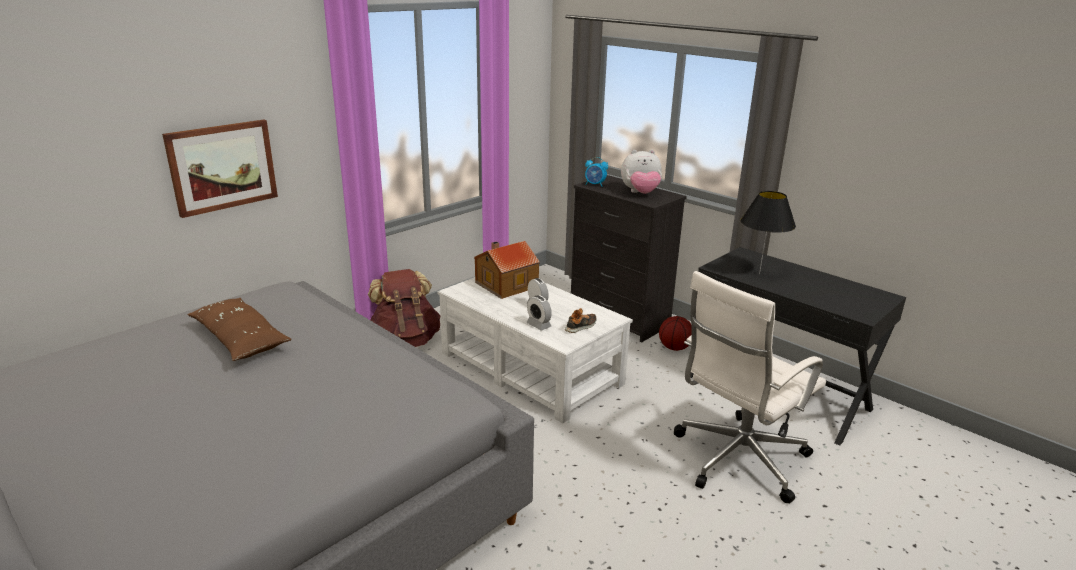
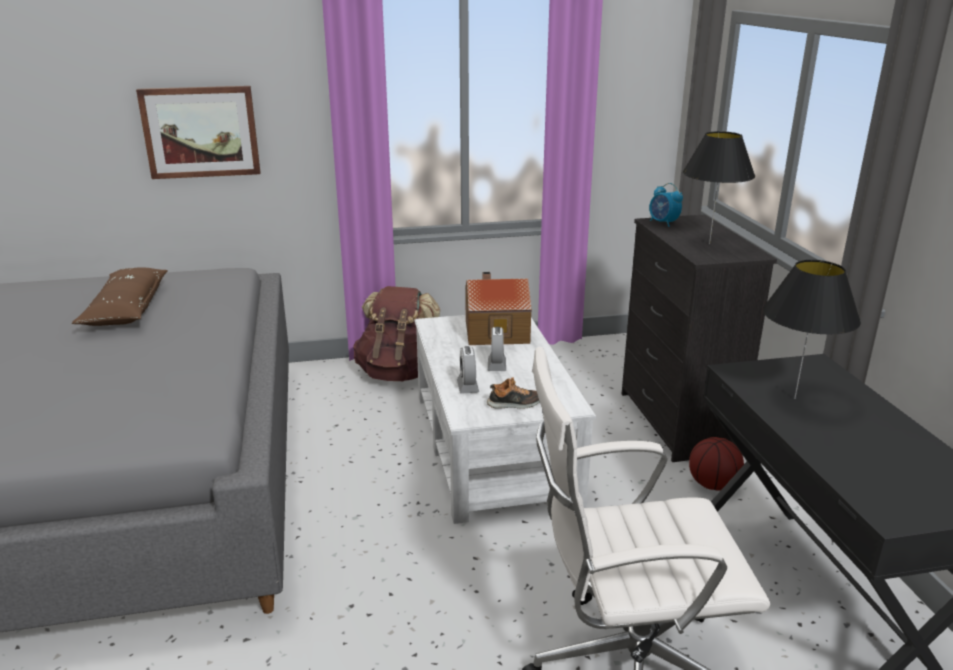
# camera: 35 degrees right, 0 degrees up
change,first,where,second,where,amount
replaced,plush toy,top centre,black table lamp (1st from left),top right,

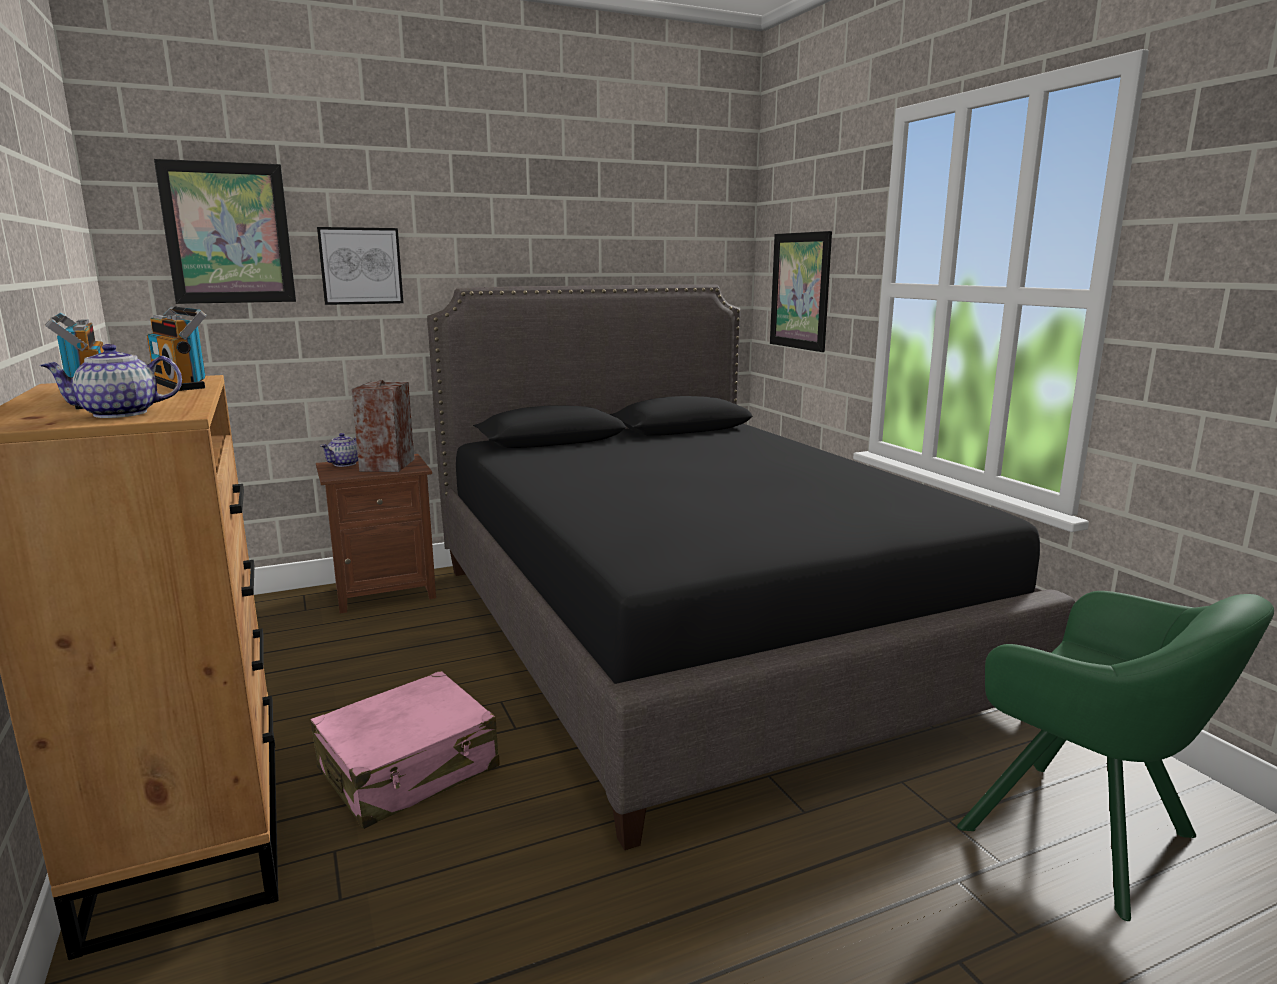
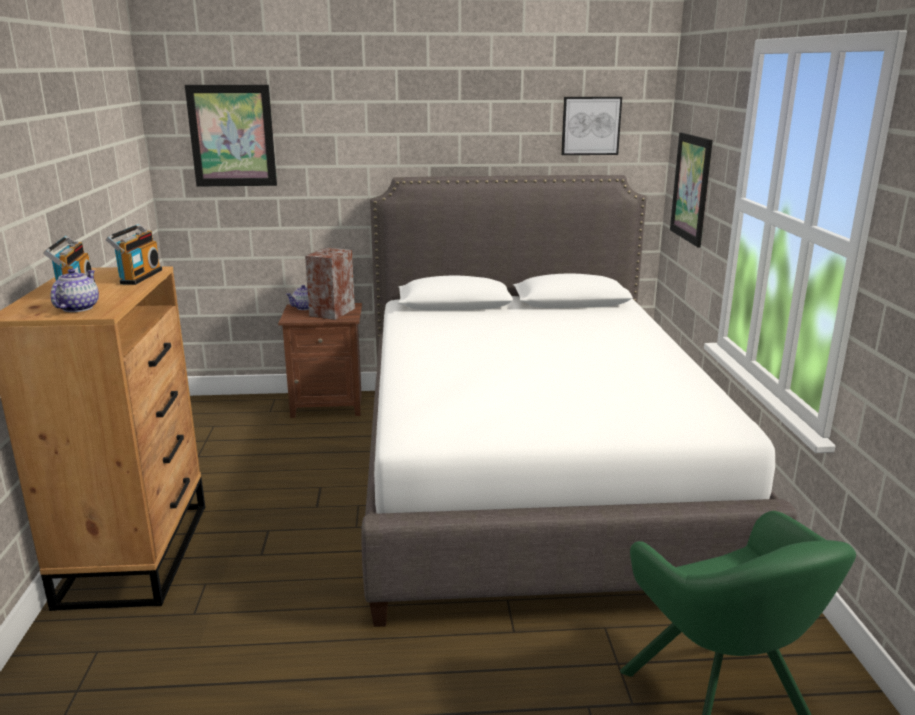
# camera: 20 degrees right, 5 degrees up
change,first,where,second,where,amount
turned,teapot (1st from left),middle left,,middle left,105 degrees clockwise
turned,radio (2nd from left),middle left,,middle left,150 degrees counterclockwise
removed,pink suitcase,bottom left,,,
moved,picture (2nd from left),top left,,top centre,
recoloured,black bed,centre,white bed,centre,

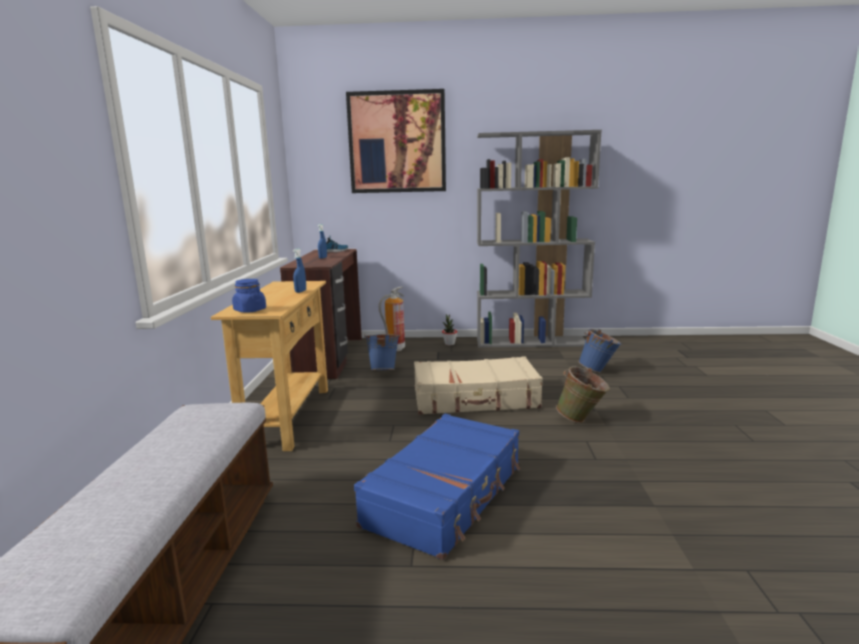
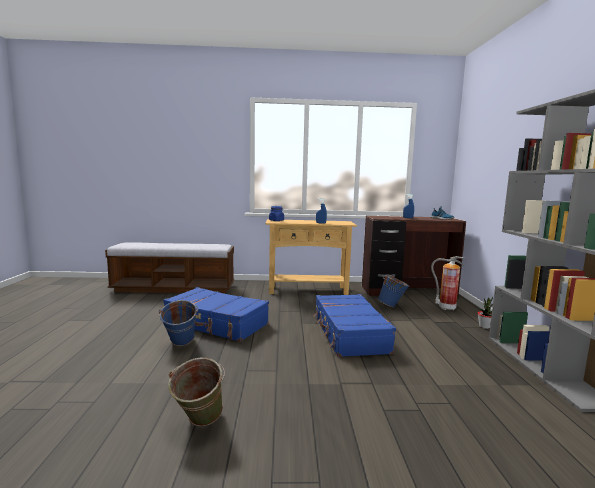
# camera: 85 degrees right, 5 degrees down
change,first,where,second,where,amount
removed,picture,top centre,,,
recoloured,beige suitcase,centre,blue suitcase (2nd from left),centre,
moved,green bucket,middle right,,bottom left,
moved,blue bucket (2nd from left in the first image),middle right,blue bucket (1st from left),middle left,

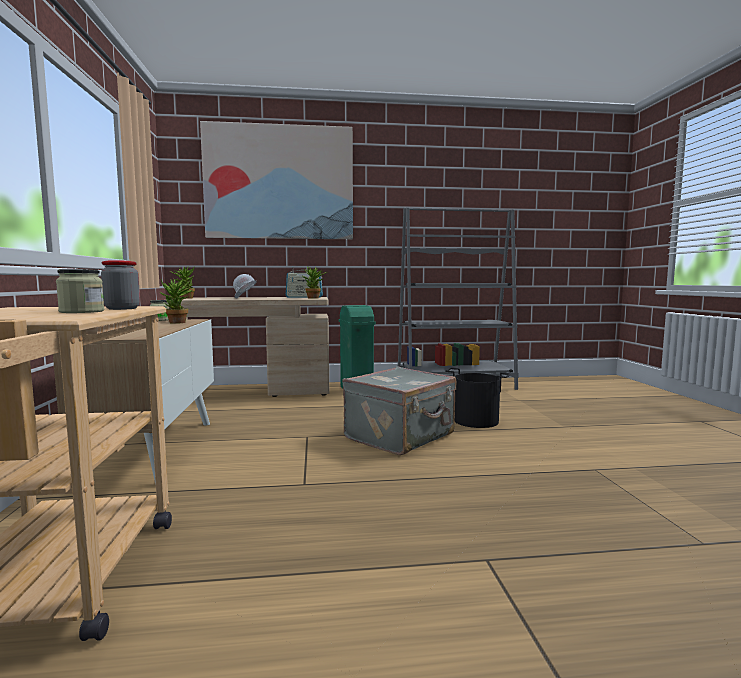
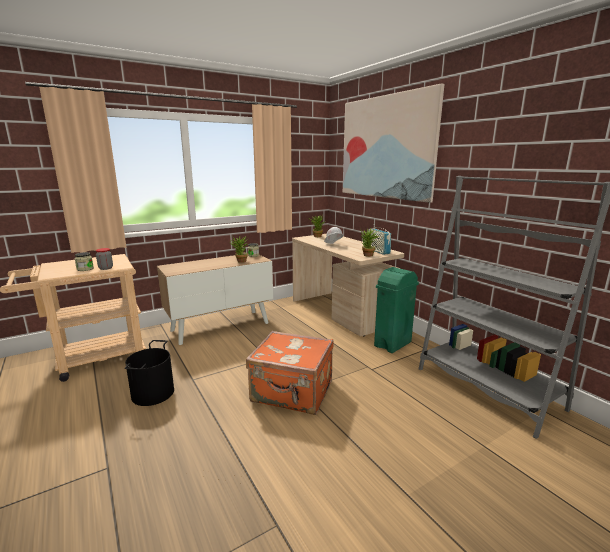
# camera: 65 degrees right, 10 degrees up
change,first,where,second,where,amount
recoloured,grey suitcase,centre,orange suitcase,bottom centre,
moved,black bucket,centre,,bottom left,

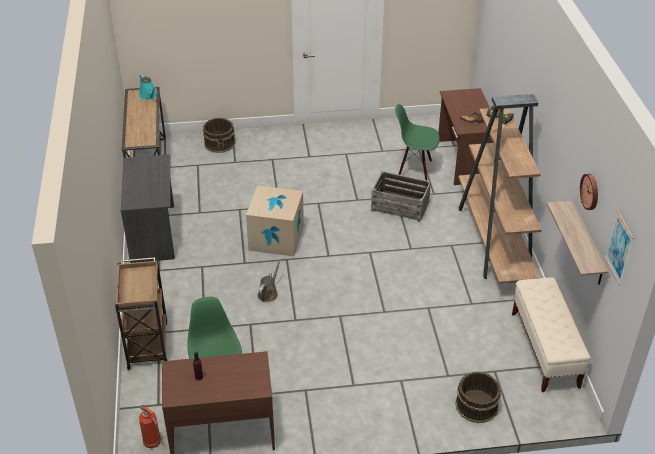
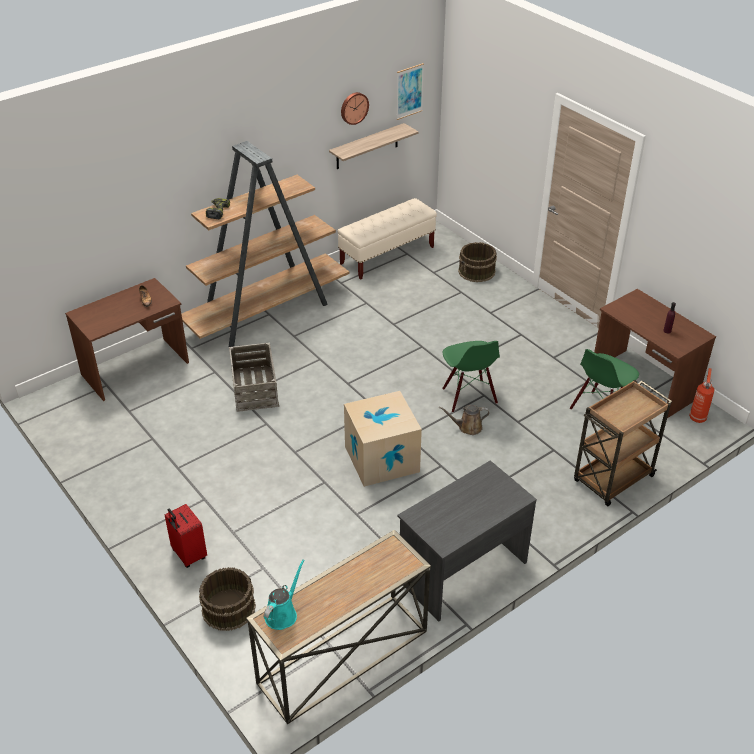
# camera: 120 degrees left, 0 degrees up
change,first,where,second,where,amount
moved,green chair (2nd from left in the first image),top centre,green chair (1st from left),centre,
added,,,red suitcase,bottom left,

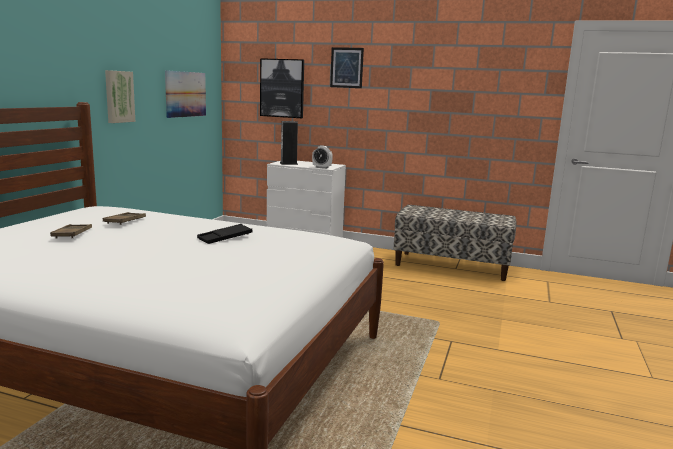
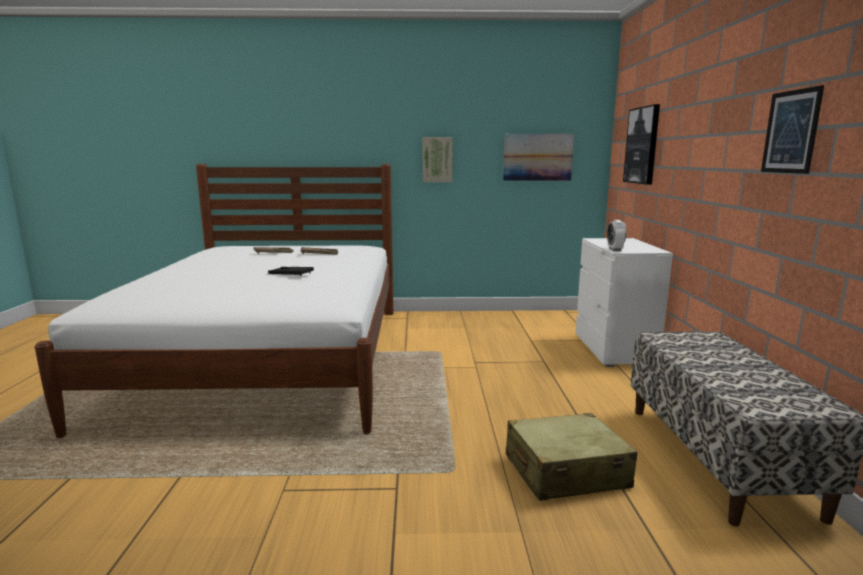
# camera: 70 degrees right, 0 degrees up
change,first,where,second,where,amount
removed,speaker,top centre,,,
moved,picture (4th from left),top centre,,top right,
added,,,beige suitcase,bottom centre,

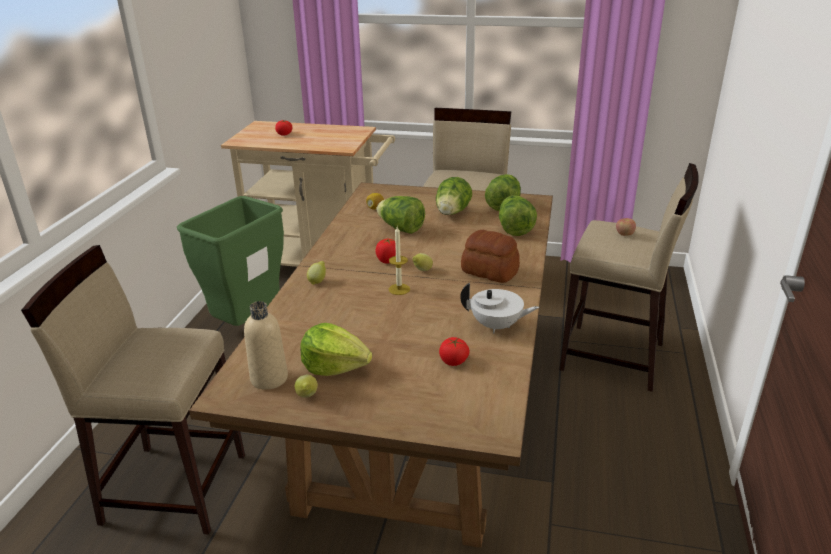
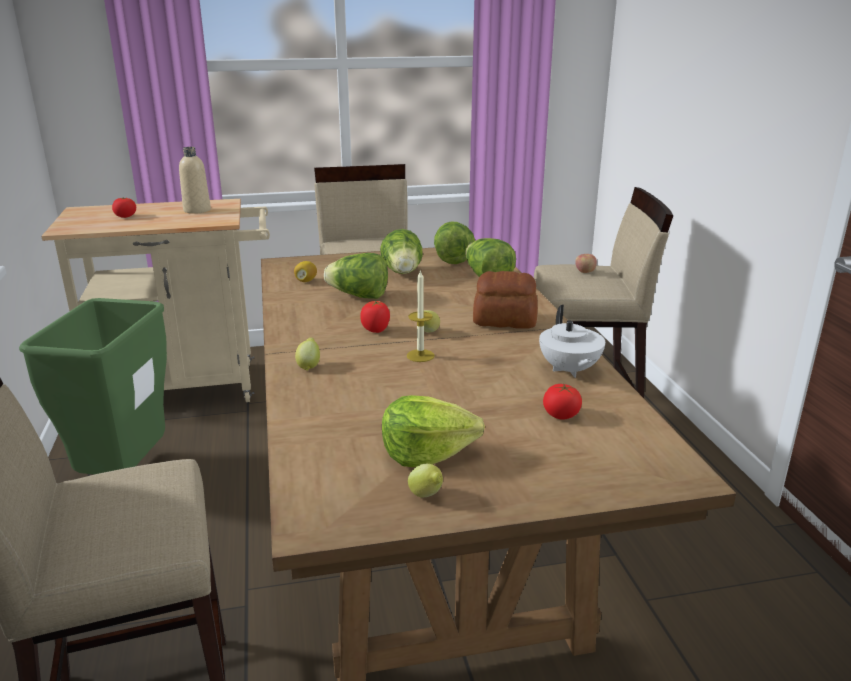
# camera: 25 degrees left, 5 degrees down
change,first,where,second,where,amount
moved,beige bottle,middle left,,top left,
turned,white teapot,centre,,middle right,90 degrees clockwise

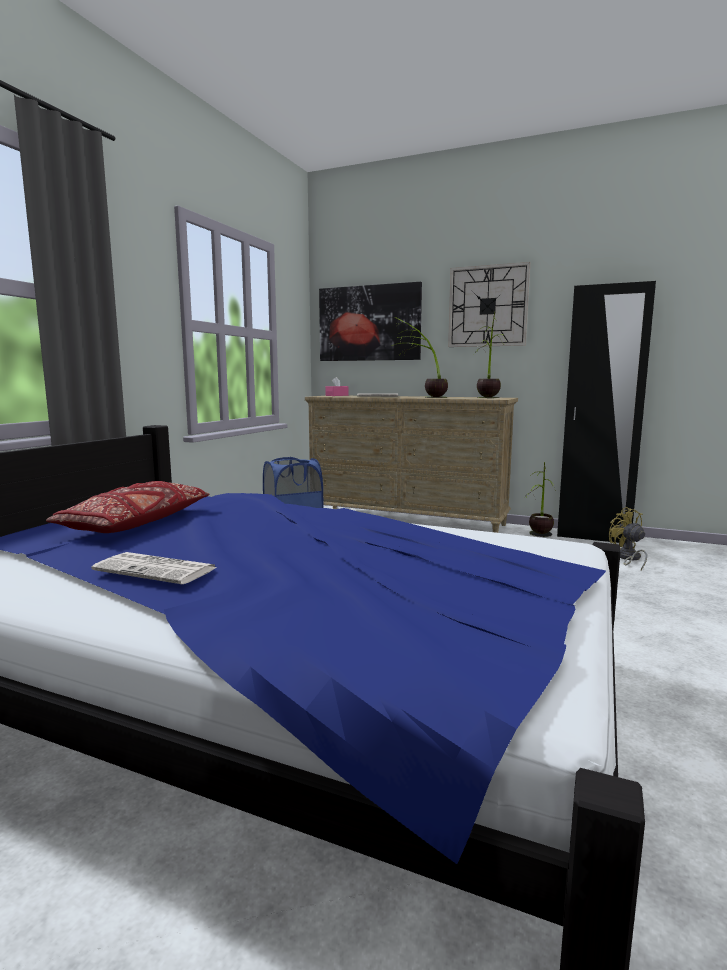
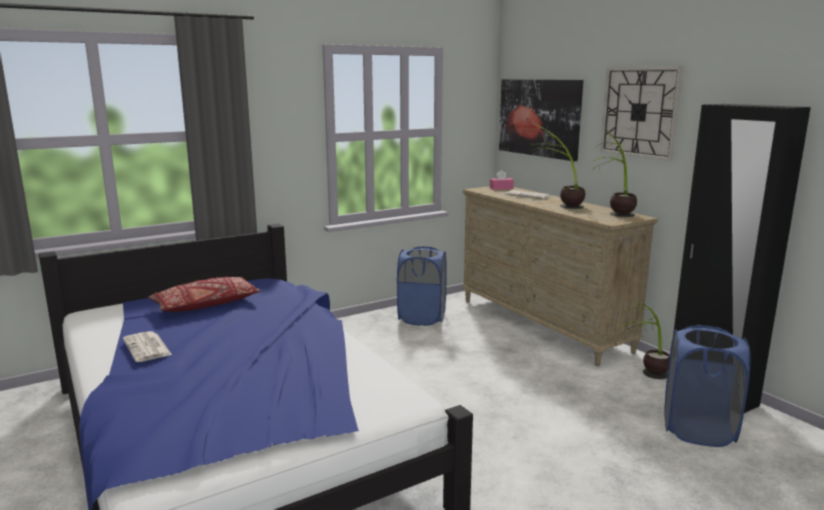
# camera: 35 degrees right, 5 degrees up
change,first,where,second,where,amount
replaced,yellow fan,middle right,blue laundry basket (2nd from left),bottom right,

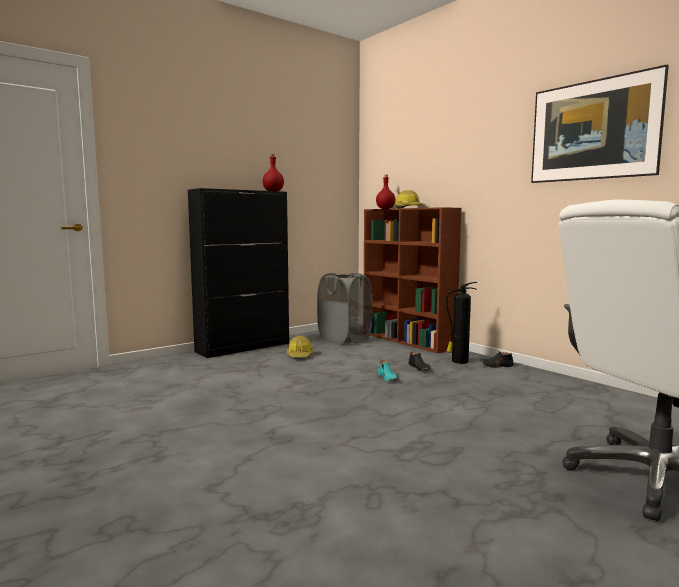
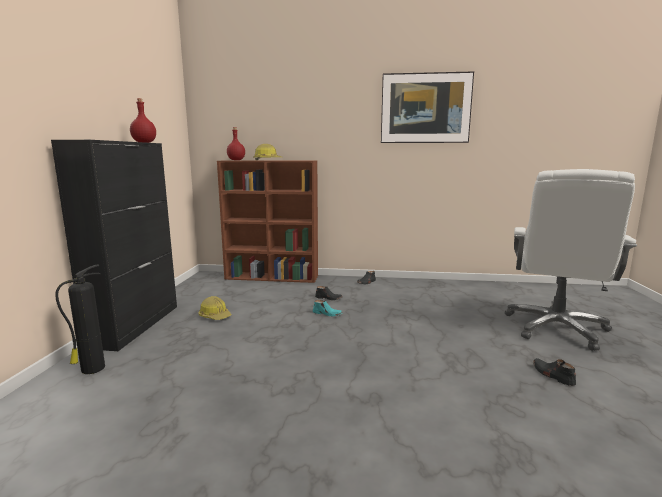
# camera: 45 degrees left, 5 degrees up
change,first,where,second,where,amount
removed,grey laundry basket,centre,,,
moved,fire extinguisher,middle right,,middle left,
added,,,black shoe (3rd from left),bottom right,

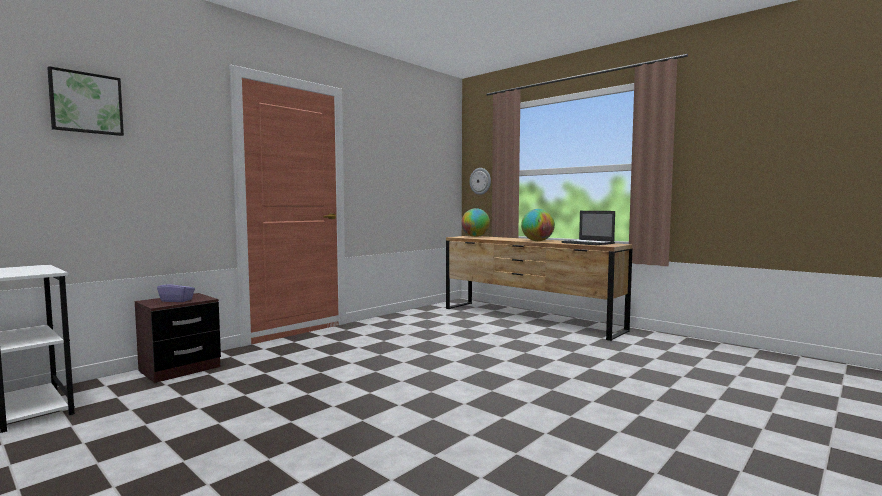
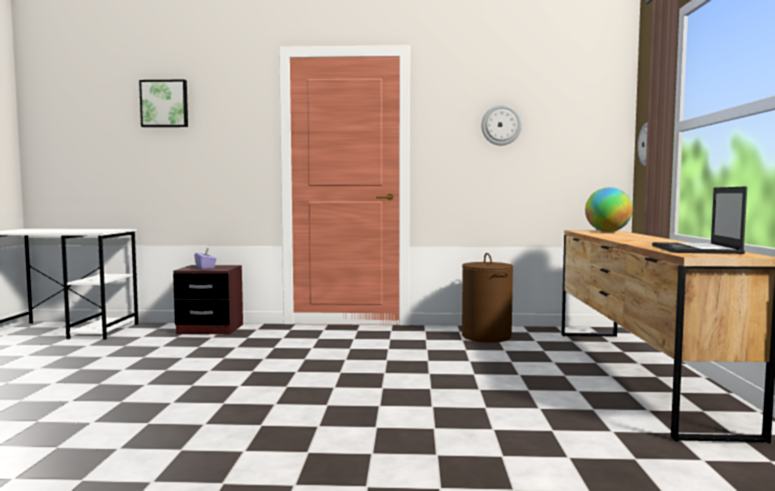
# camera: 50 degrees right, 0 degrees up
change,first,where,second,where,amount
removed,globe (2nd from left),centre,,,
added,,,brown laundry basket,centre,
added,,,wall clock (1st from left),top centre,

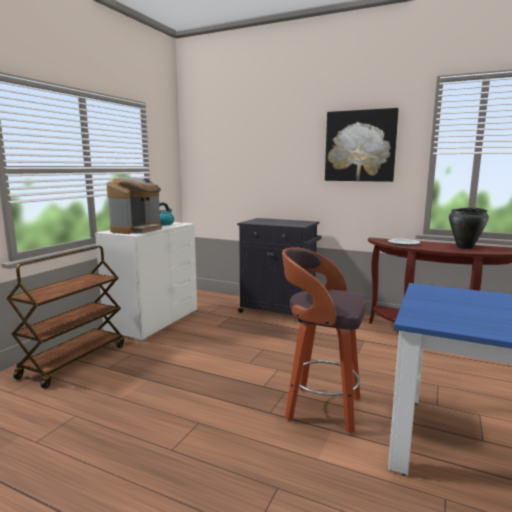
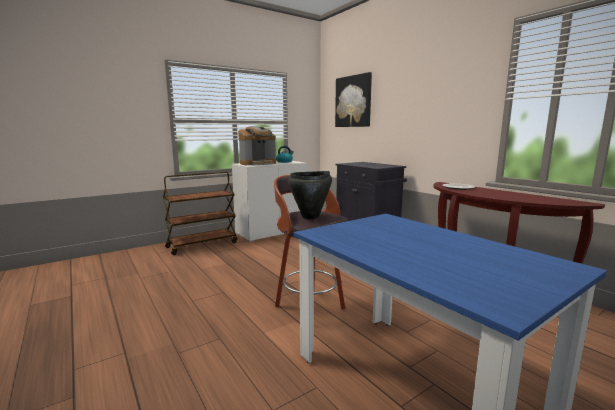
# camera: 30 degrees right, 0 degrees up
change,first,where,second,where,amount
moved,picture,top right,,top centre,
moved,black cooking pot,middle right,,centre,

